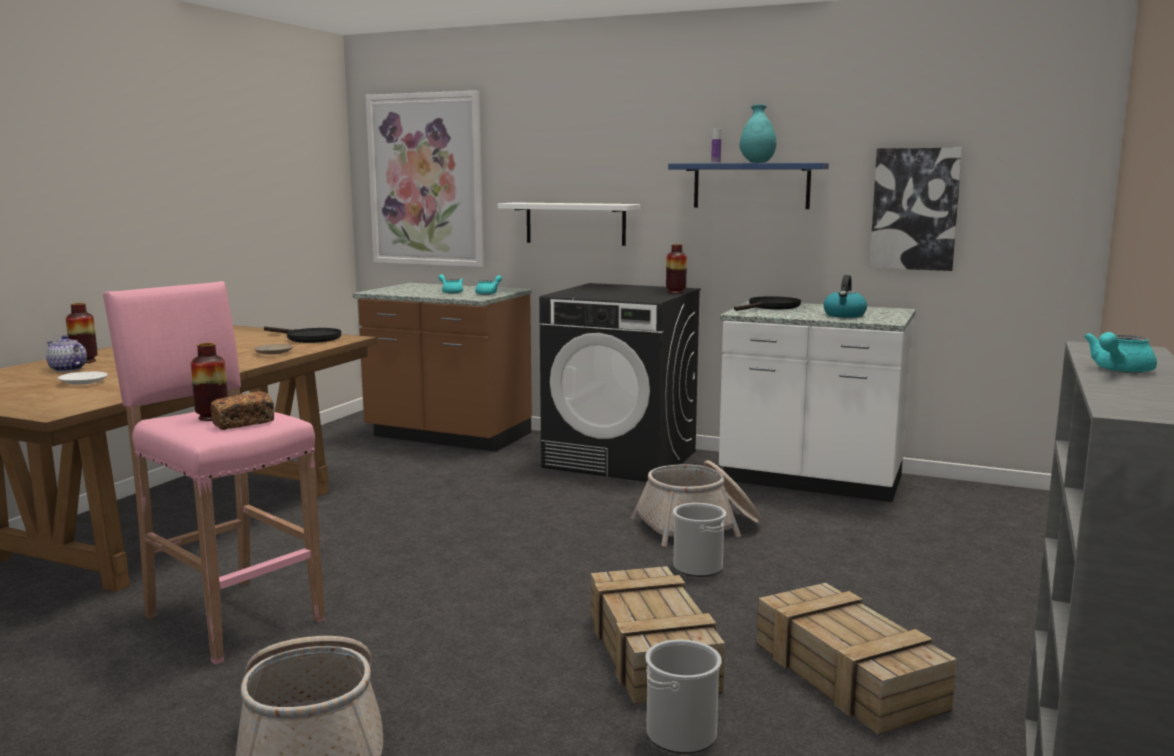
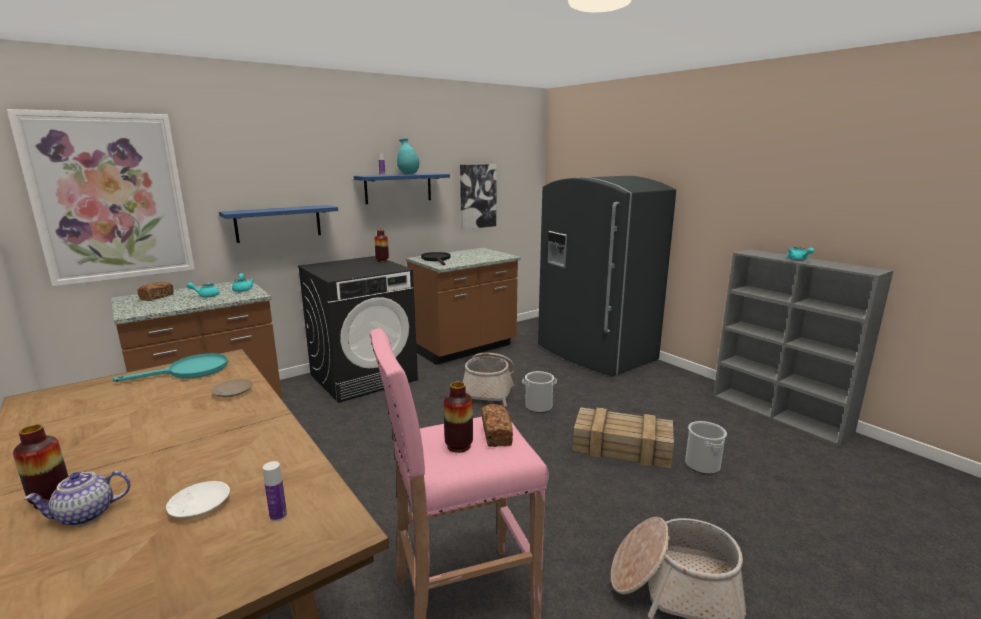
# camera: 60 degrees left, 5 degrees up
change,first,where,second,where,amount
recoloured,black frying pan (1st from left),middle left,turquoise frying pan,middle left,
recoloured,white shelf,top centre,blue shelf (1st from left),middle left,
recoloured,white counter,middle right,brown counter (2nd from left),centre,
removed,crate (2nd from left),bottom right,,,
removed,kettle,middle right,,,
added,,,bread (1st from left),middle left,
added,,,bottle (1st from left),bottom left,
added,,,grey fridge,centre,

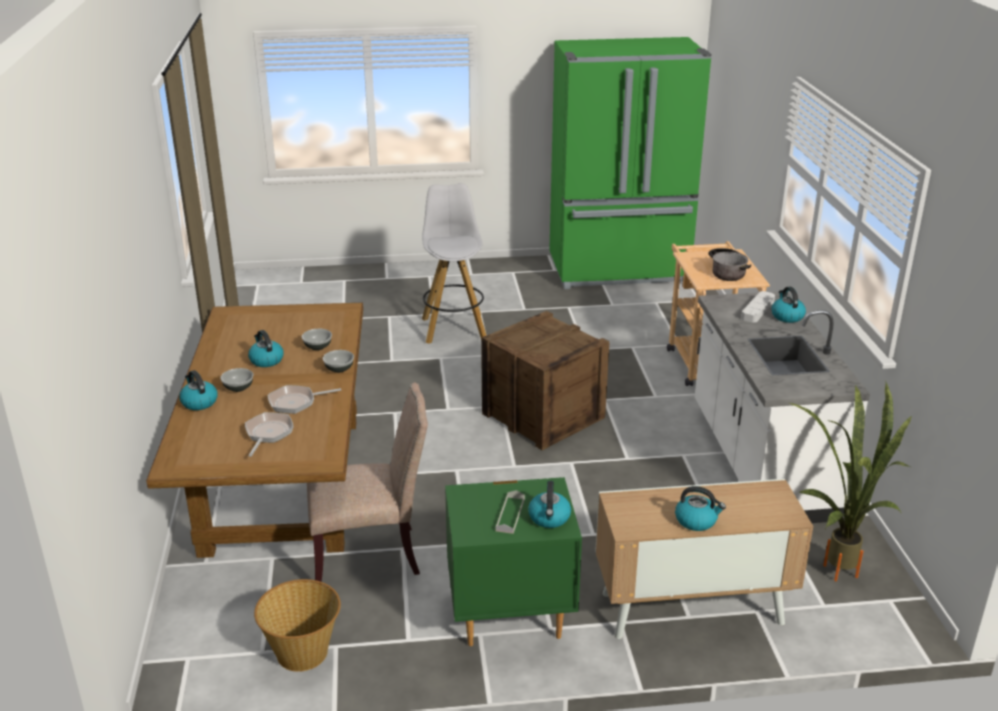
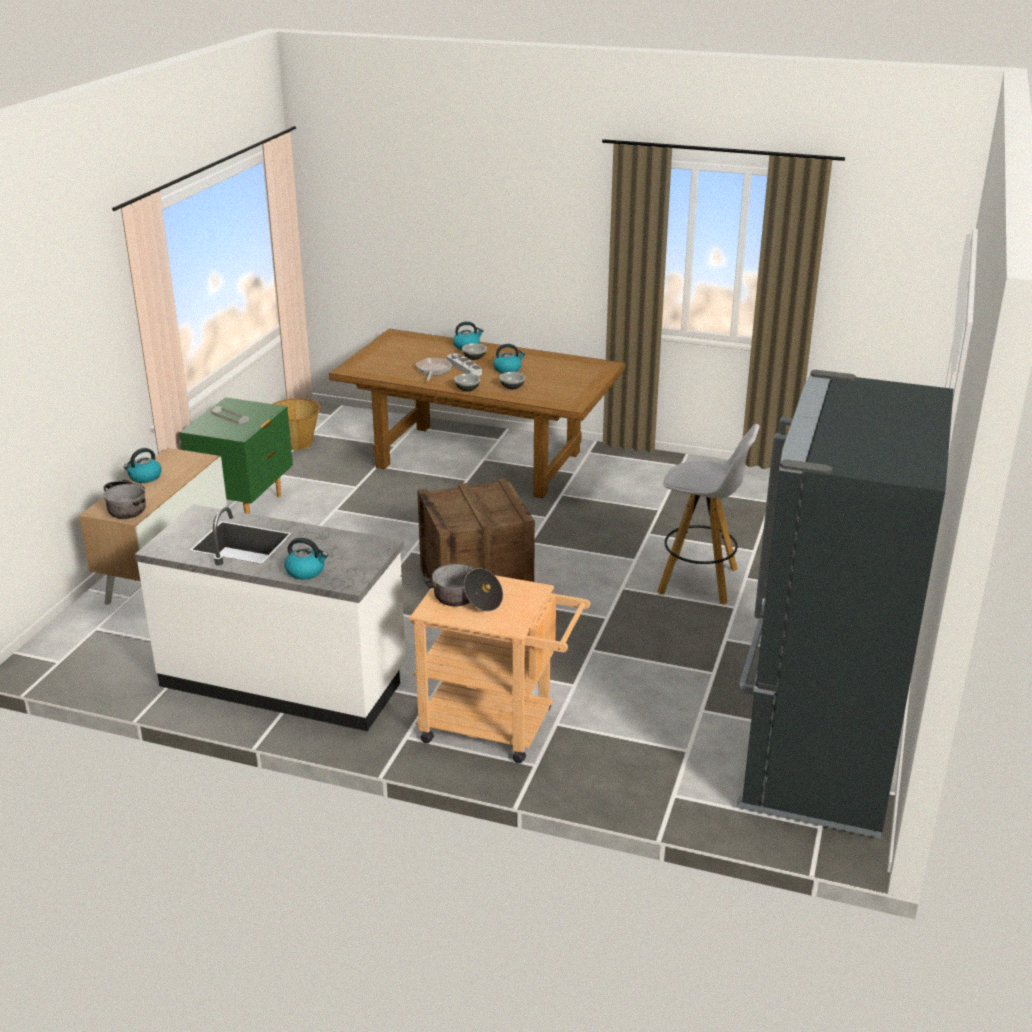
# camera: 115 degrees right, 0 degrees up
change,first,where,second,where,amount
removed,frying pan (1st from left),middle left,,,
removed,beige chair,bottom centre,,,
removed,kettle (3rd from left),bottom centre,,,
recoloured,green fridge,top centre,black fridge,middle right,
moved,grey tray (2nd from left),middle right,,centre,
removed,potted plant,bottom right,,,
added,,,cooking pot (1st from left),middle left,

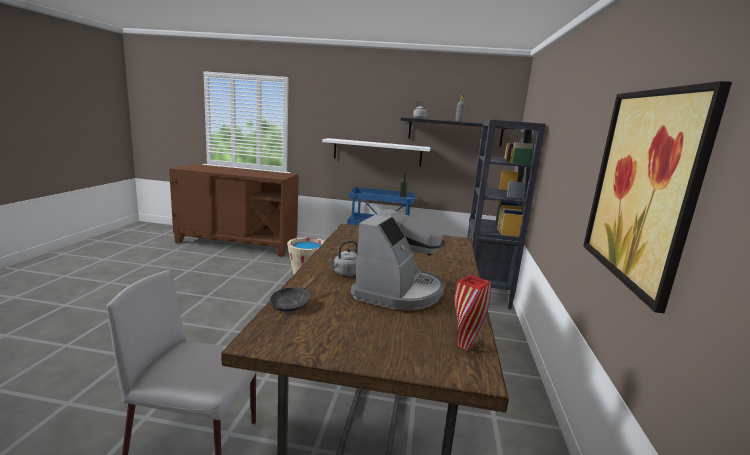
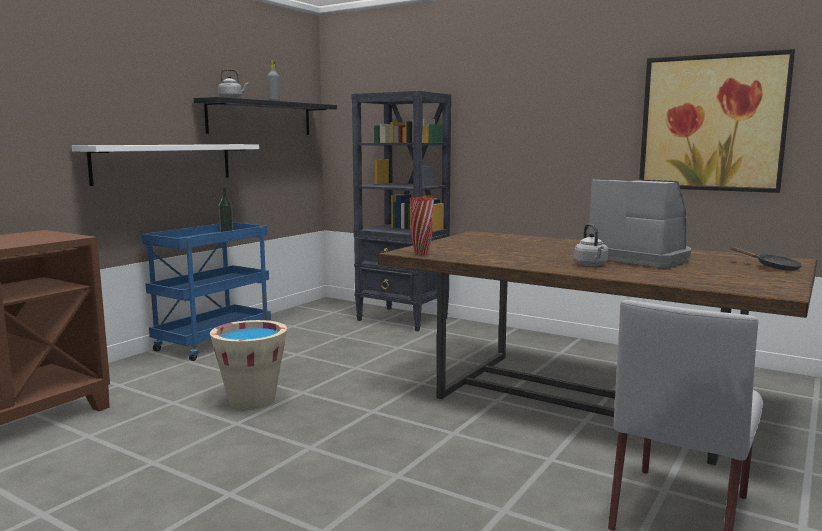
# camera: 65 degrees left, 5 degrees down
change,first,where,second,where,amount
moved,black frying pan,centre,,middle right,
moved,red vase,bottom centre,,centre,

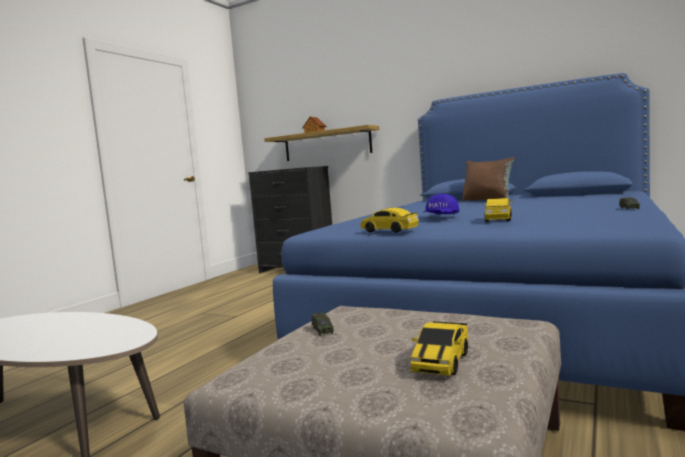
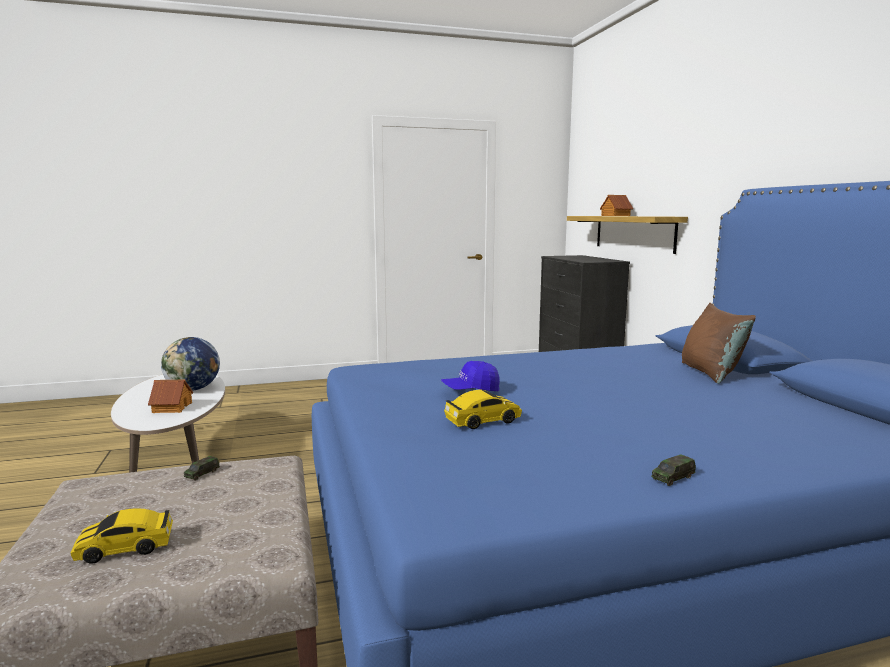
# camera: 45 degrees right, 5 degrees up
change,first,where,second,where,amount
removed,toy car (2nd from left),centre,,,
added,,,toy house (1st from left),middle left,
added,,,globe,middle left,

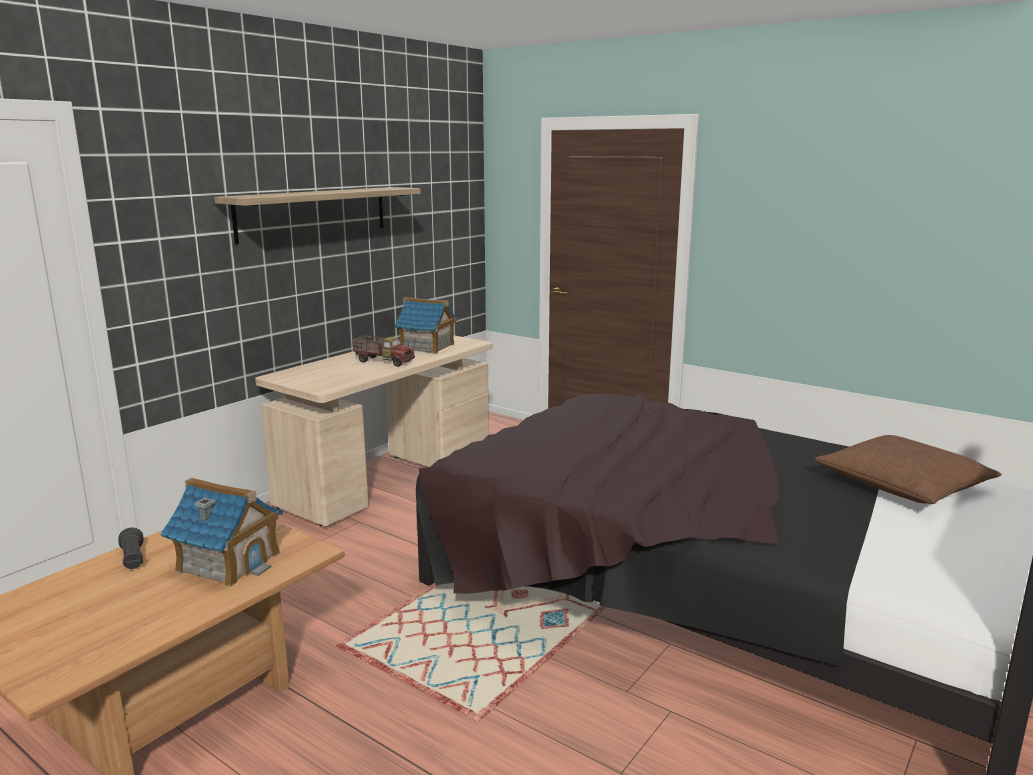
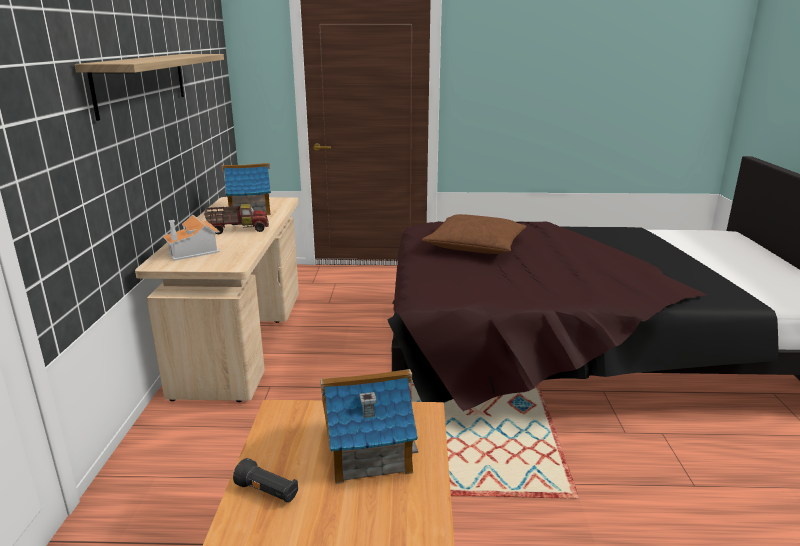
# camera: 35 degrees left, 5 degrees up
change,first,where,second,where,amount
moved,brown pillow,middle right,,centre,
added,,,toy house (1st from left),middle left,

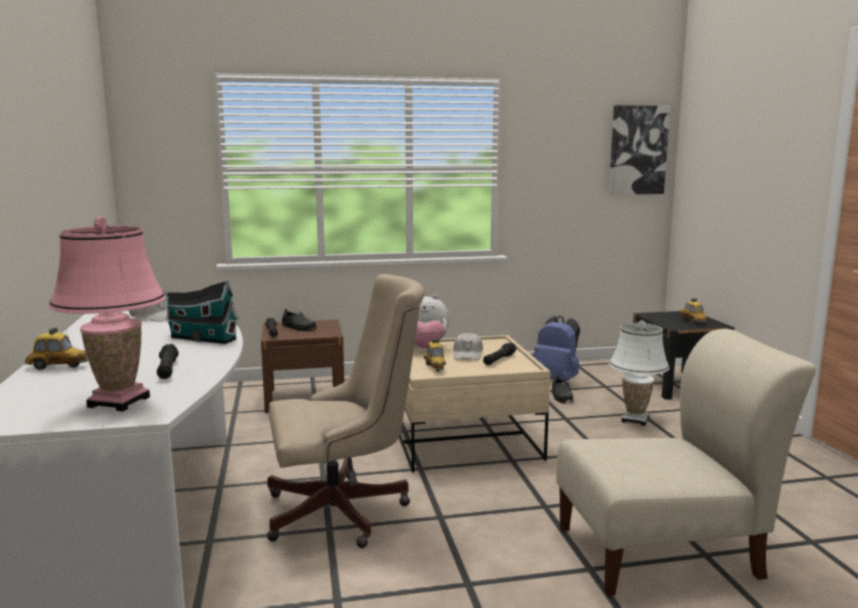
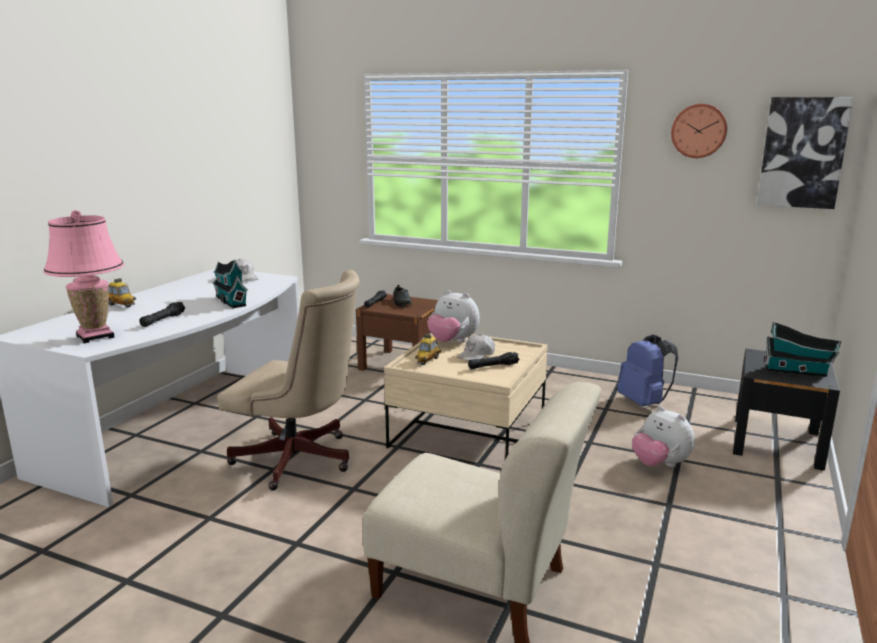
# camera: 35 degrees right, 5 degrees up
change,first,where,second,where,amount
removed,black shoe (2nd from left),centre,,,
replaced,white table lamp,middle right,plush toy (2nd from left),bottom right,
replaced,toy car (3rd from left),middle right,toy house (2nd from left),middle right,
added,,,wall clock,top right,

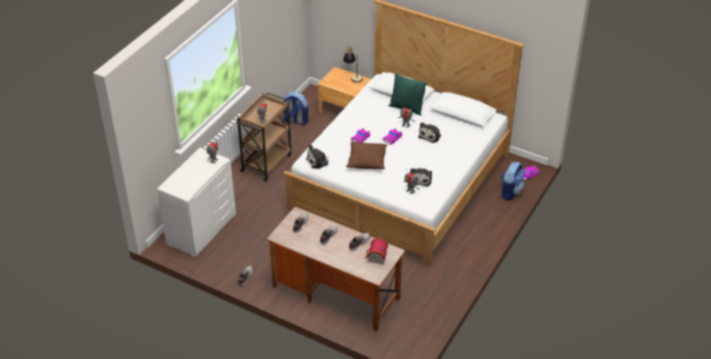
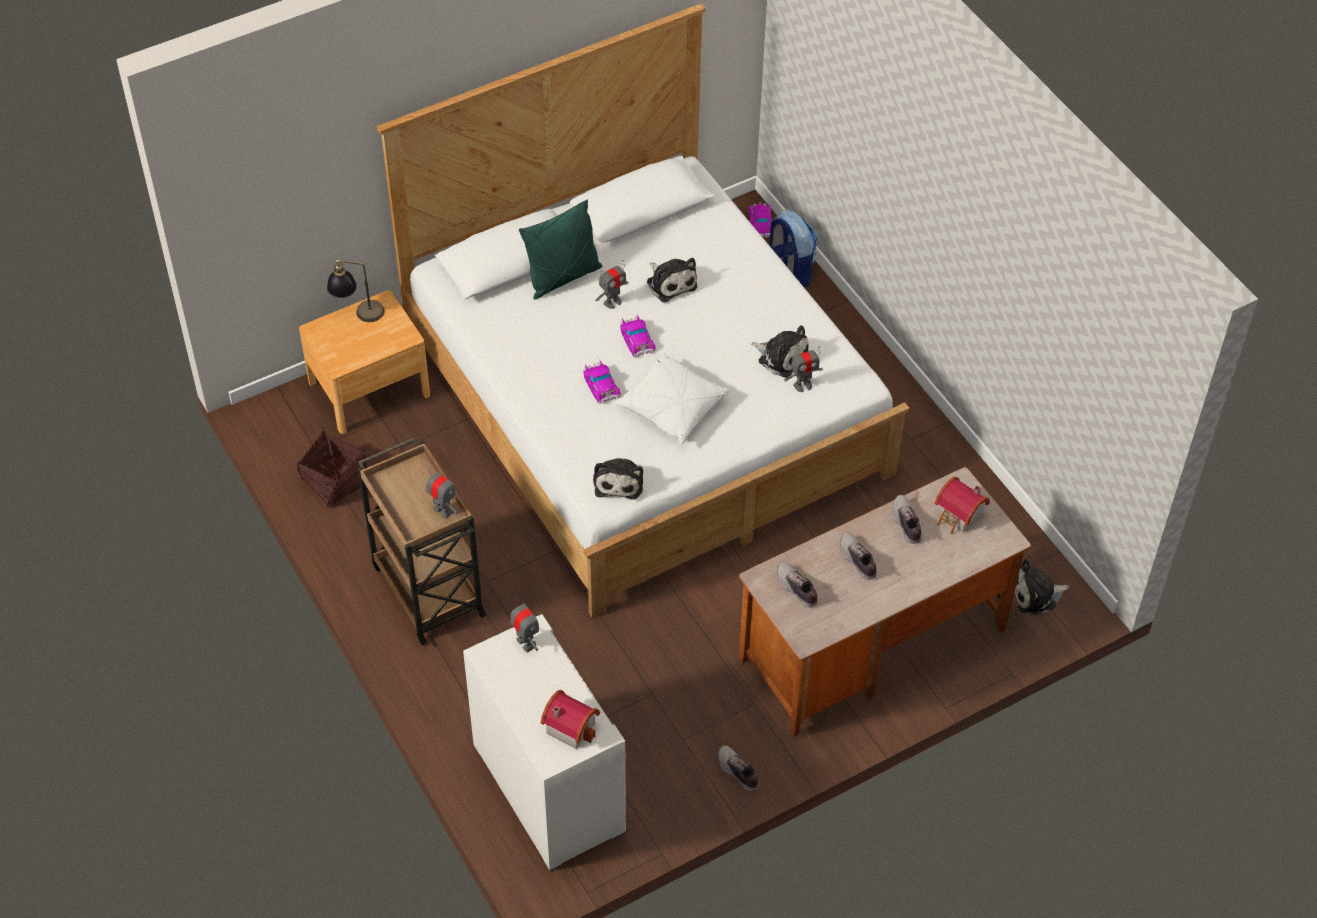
# camera: 60 degrees left, 10 degrees up
change,first,where,second,where,amount
replaced,backpack (1st from left),top centre,basket,middle left,
recoloured,brown pillow,centre,white pillow,centre,
added,,,toy house (1st from left),bottom centre,
added,,,plush toy (4th from left),middle right,

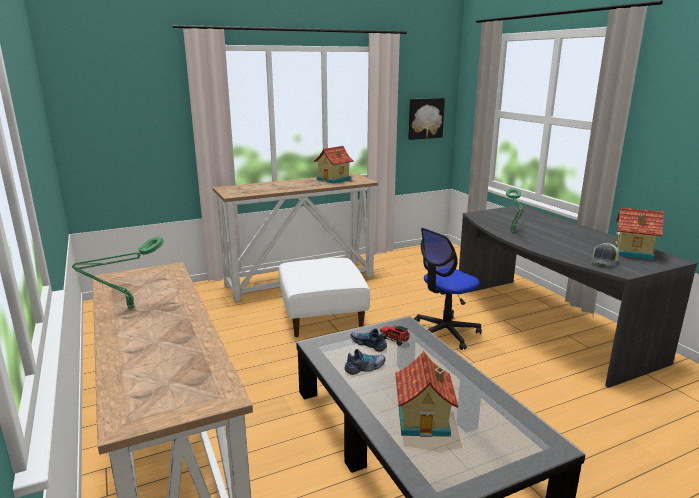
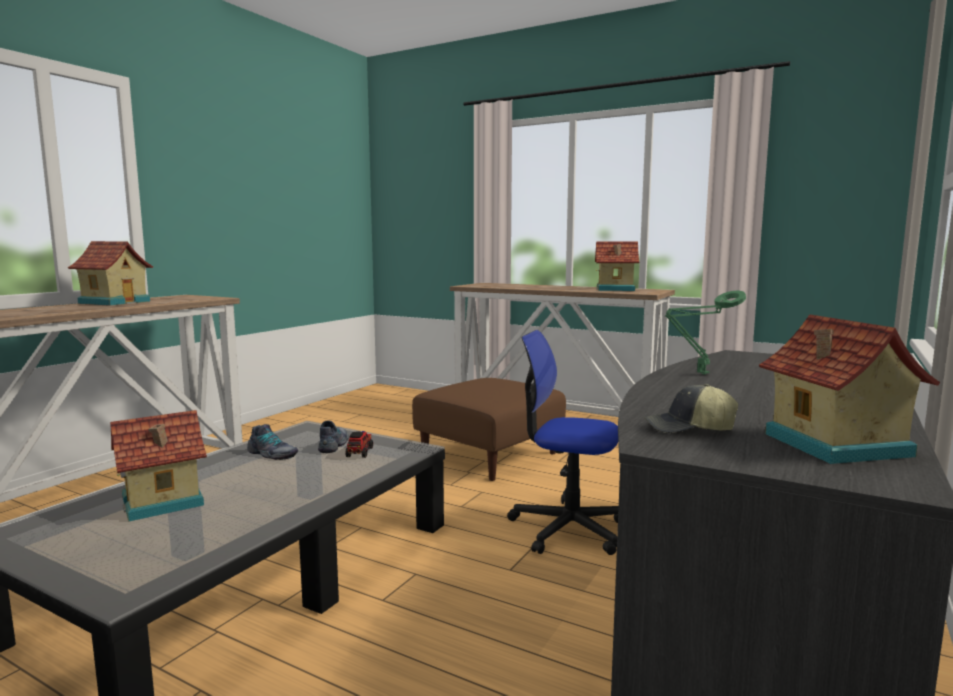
# camera: 55 degrees right, 10 degrees down
change,first,where,second,where,amount
replaced,green table lamp (1st from left),middle left,toy house (1st from left),middle left,
recoloured,white ottoman,centre,brown ottoman,centre,
removed,picture,top centre,,,

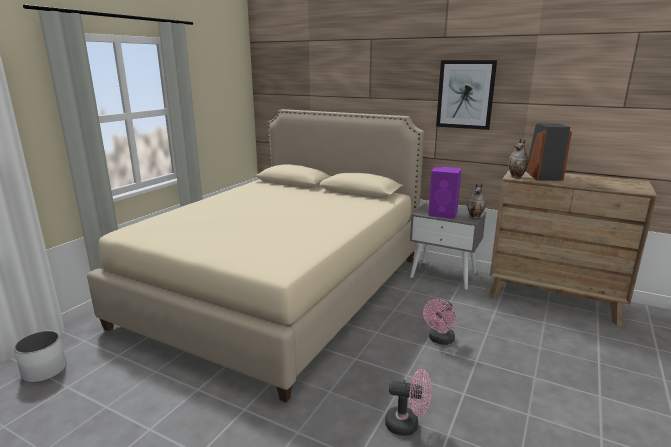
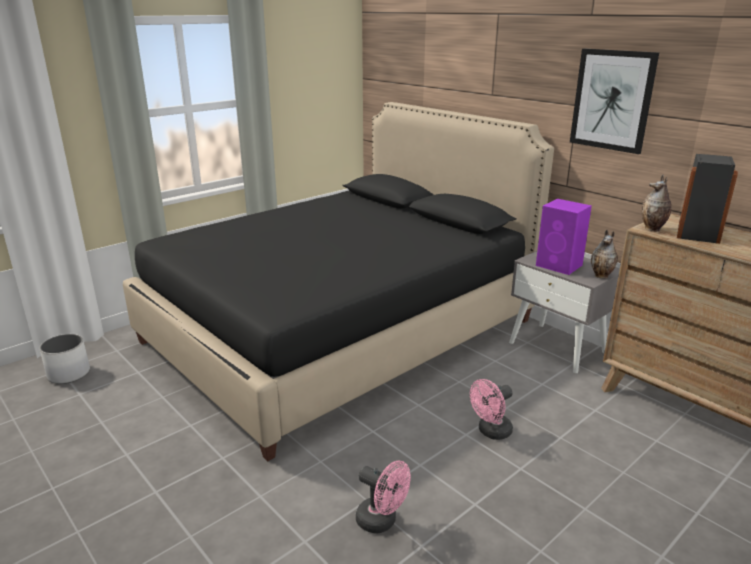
# camera: 20 degrees right, 5 degrees up
change,first,where,second,where,amount
recoloured,beige bed,centre,black bed,centre,

